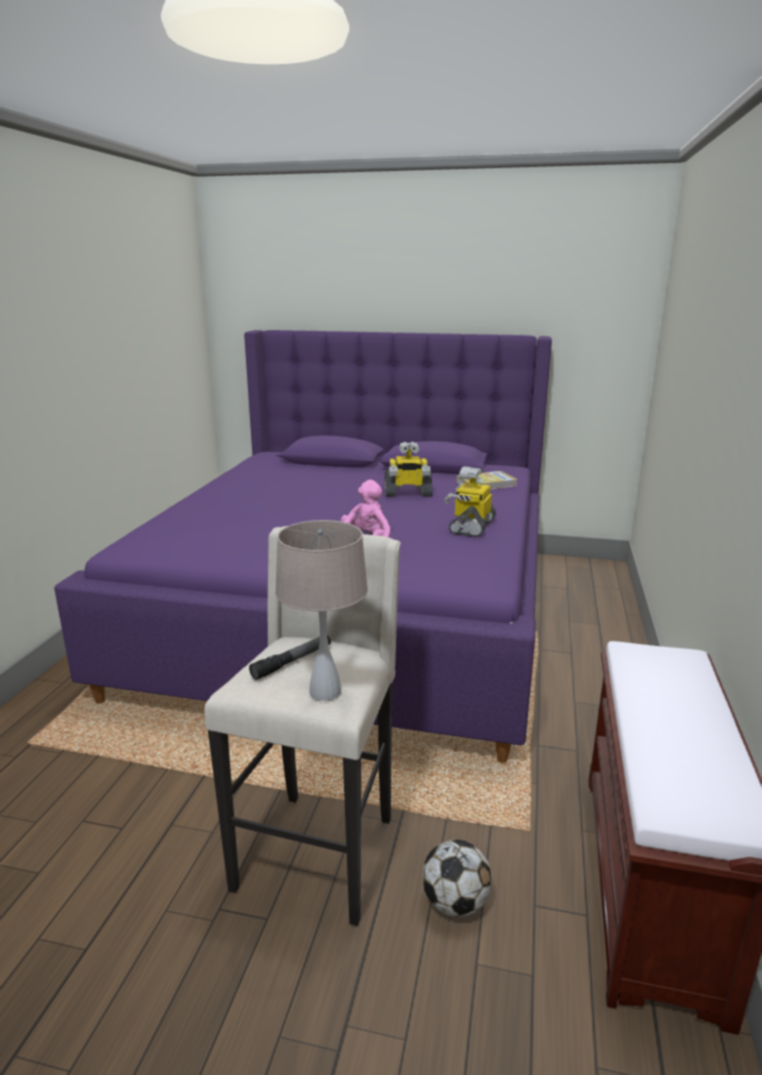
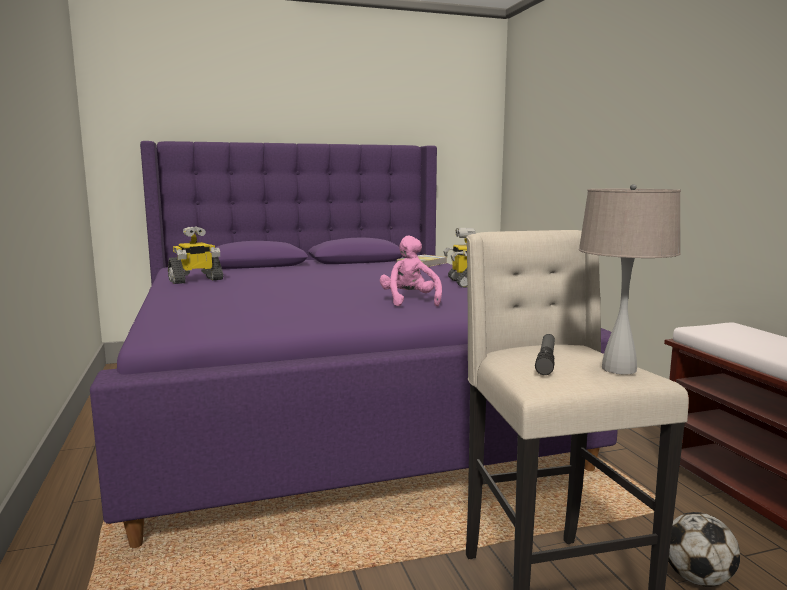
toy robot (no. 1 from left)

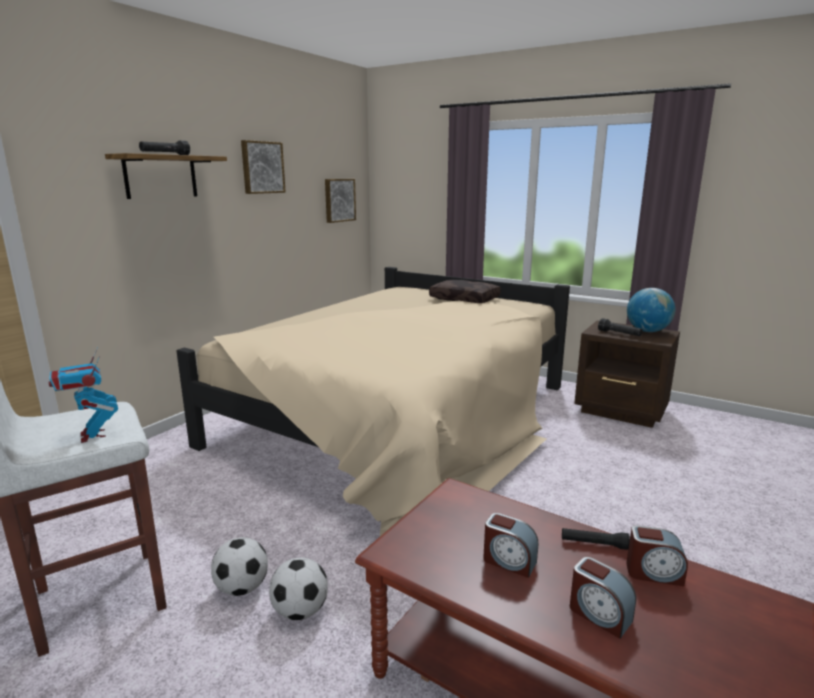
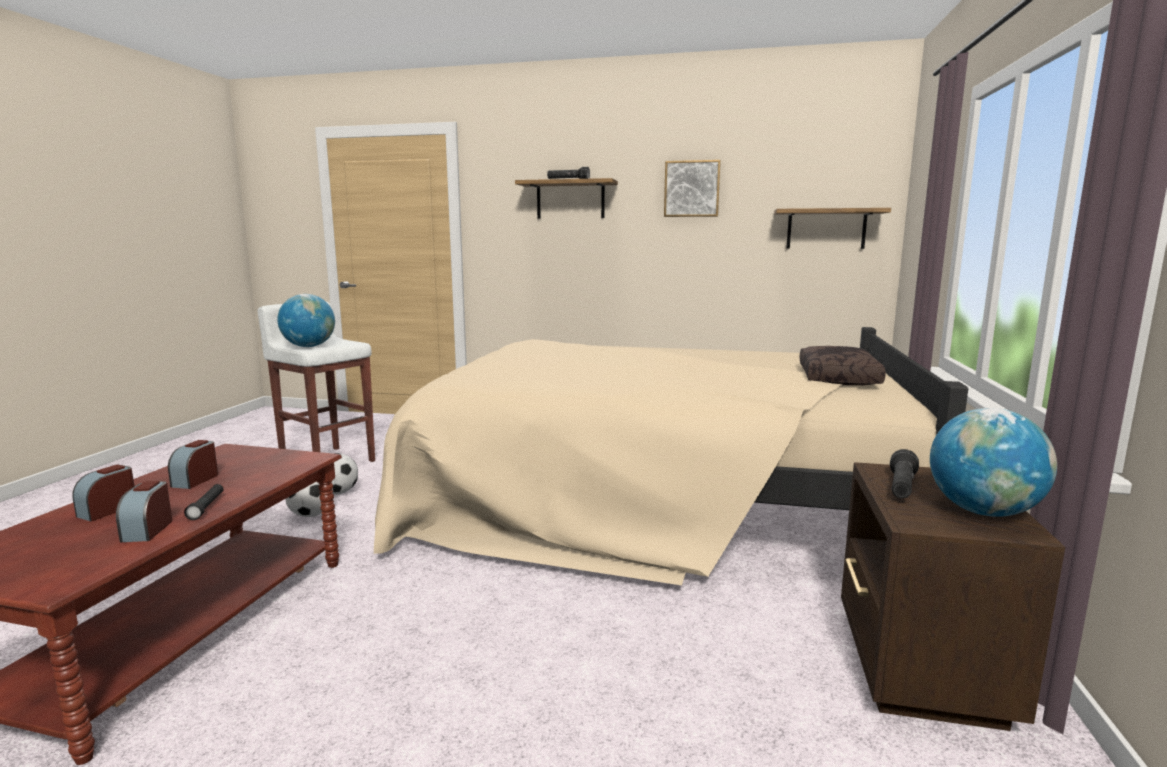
globe (no. 1 from left); shelf (no. 2 from left)

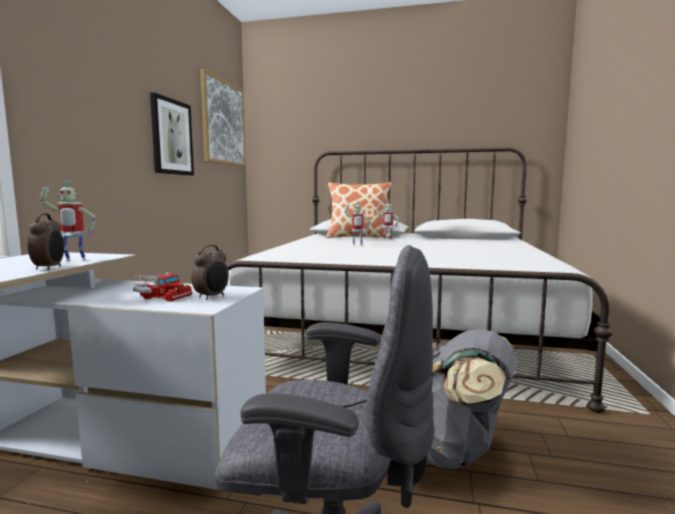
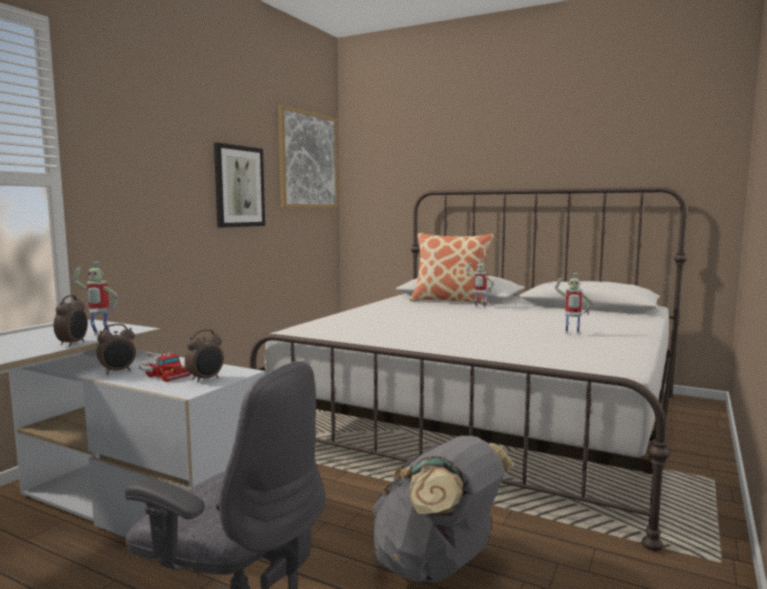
alarm clock (no. 2 from left); toy robot (no. 3 from left)

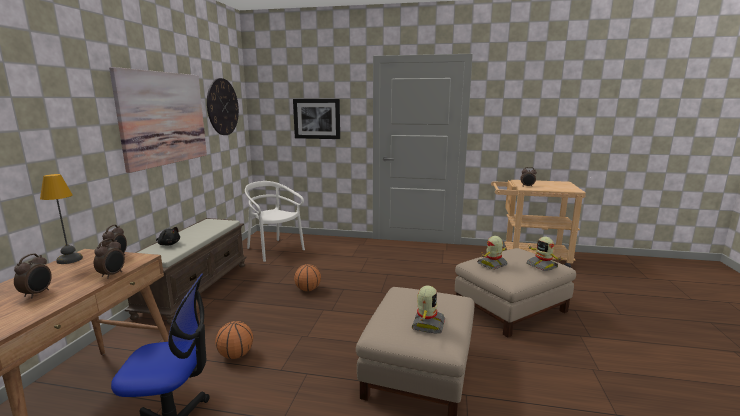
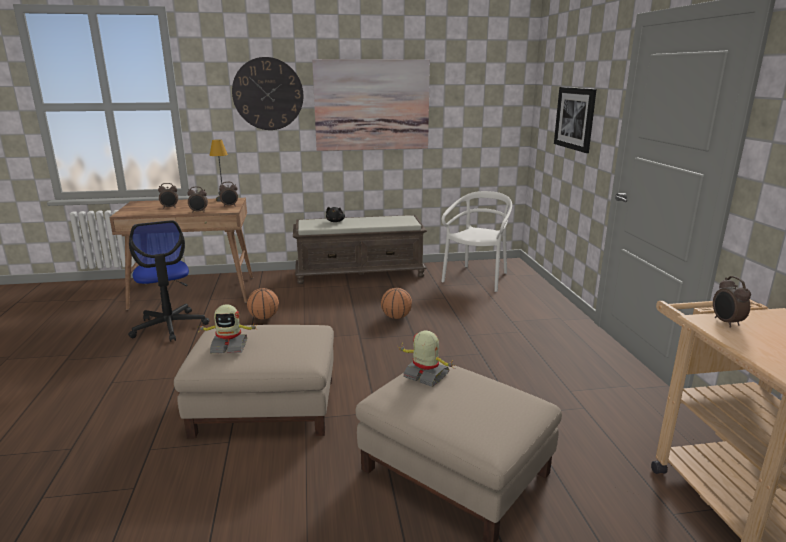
wall clock; toy robot (no. 3 from left in the first image)

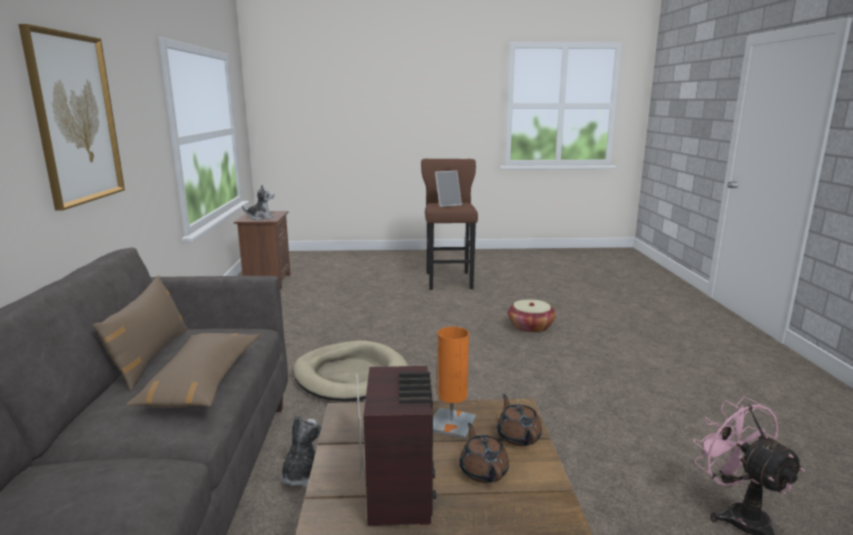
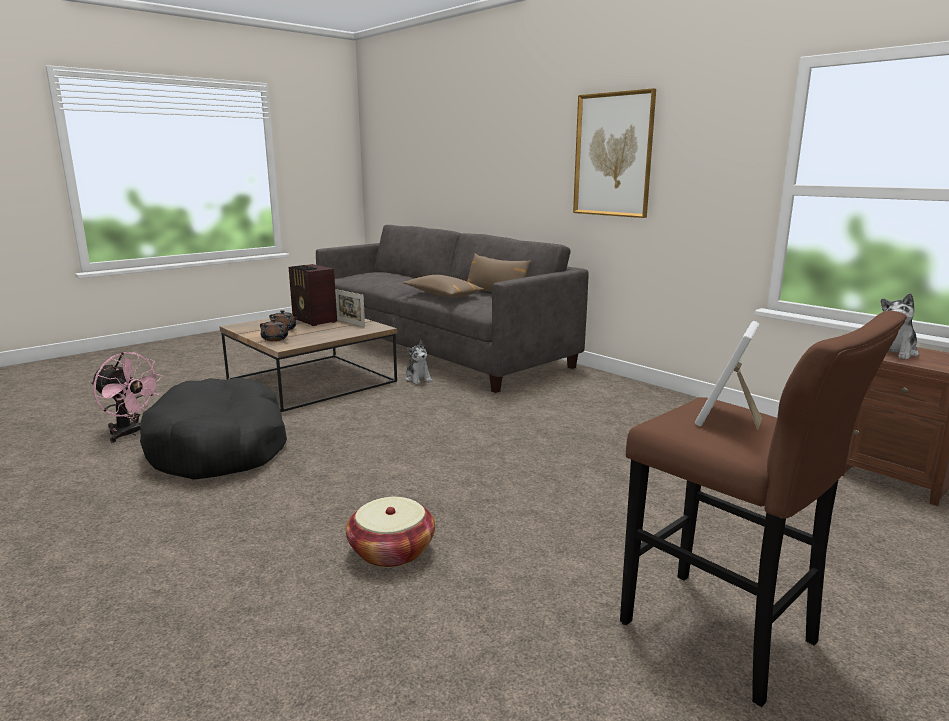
dog bed in black; dog bed in beige; table lamp in orange

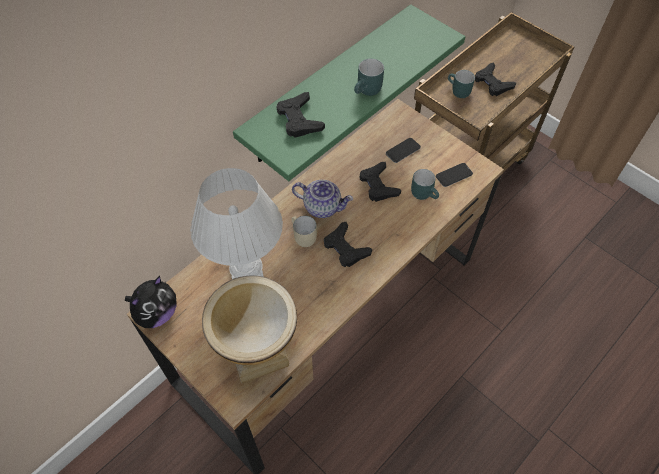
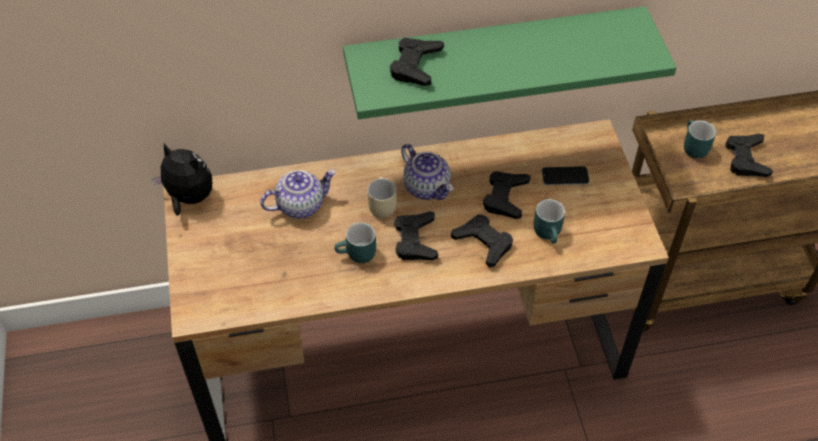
plush toy; teapot (no. 1 from left); mug in turquoise (no. 1 from left); game controller in black (no. 3 from left); vase; phone (no. 2 from left in the first image)

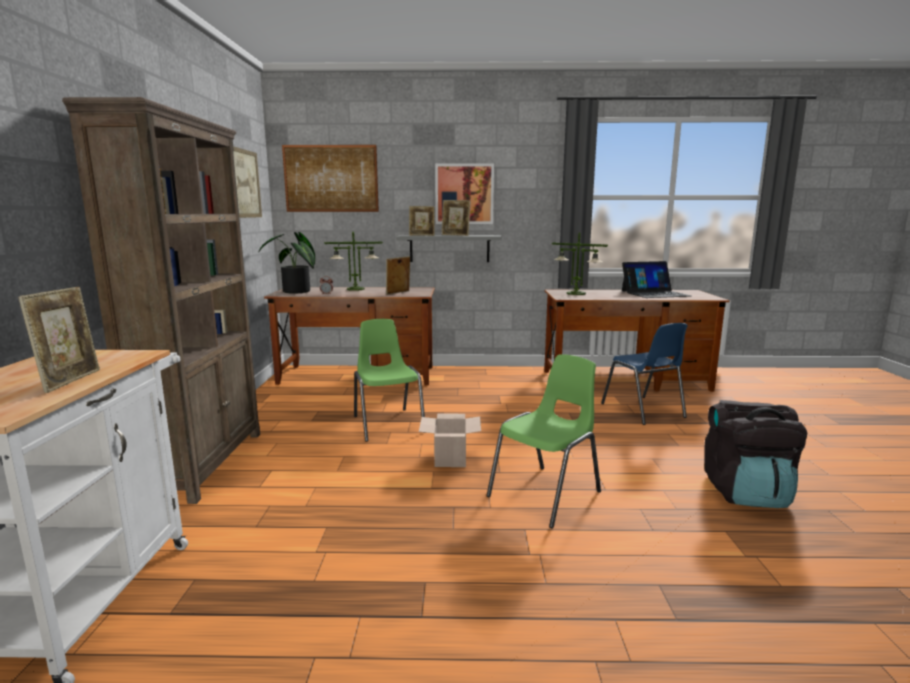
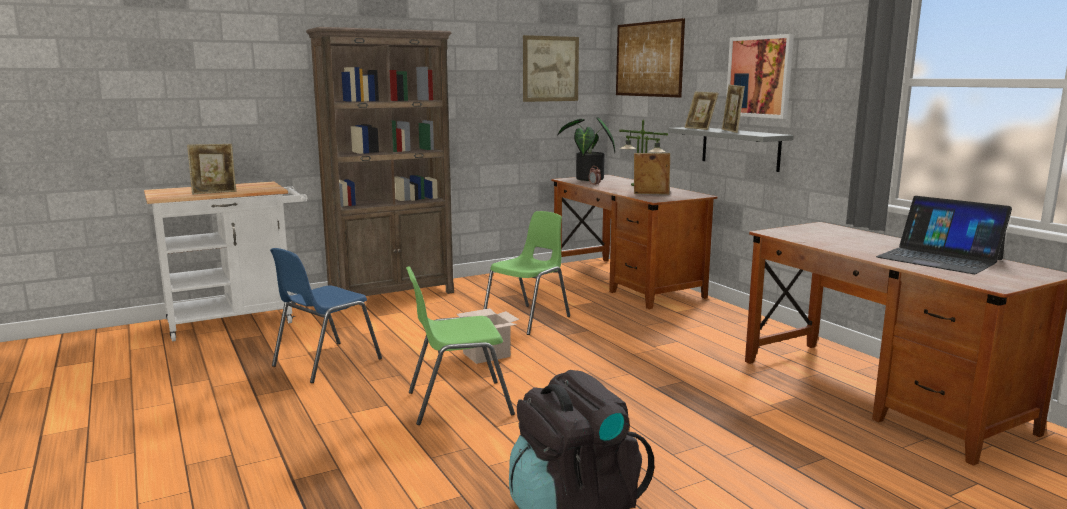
chair in blue; chair in green (no. 1 from left); table lamp (no. 2 from left in the first image)

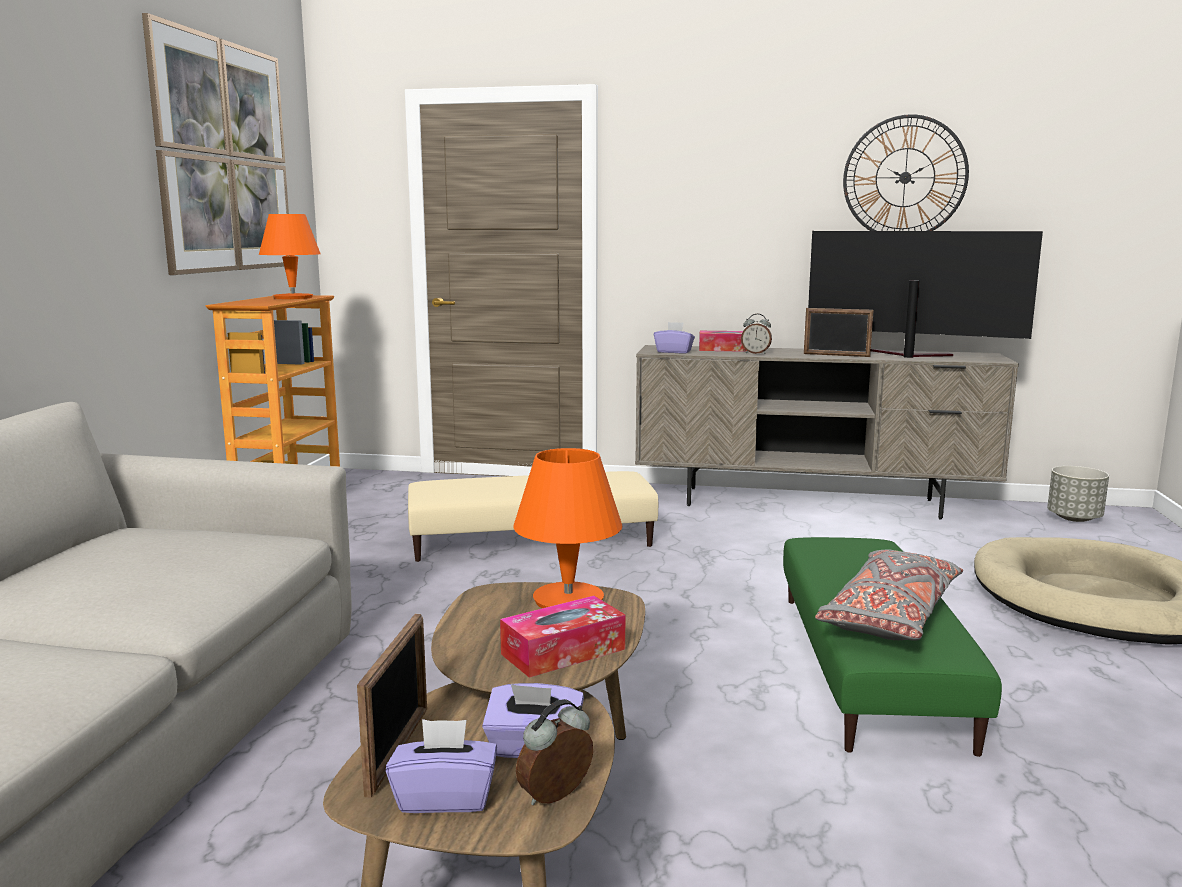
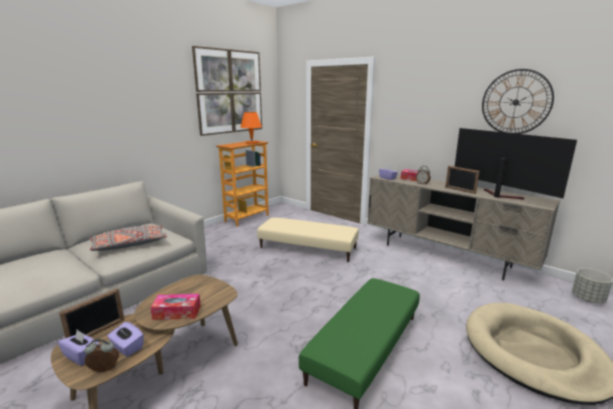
pillow in grey; table lamp in orange (no. 2 from left in the first image)

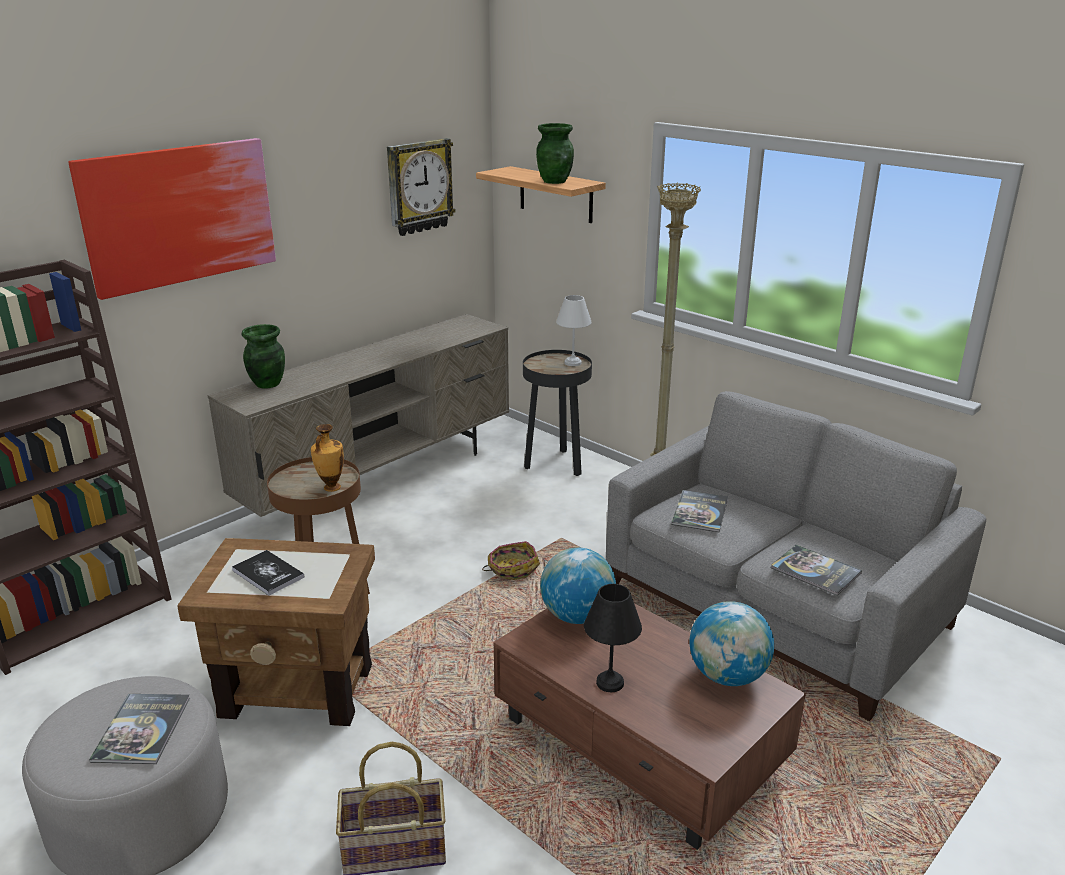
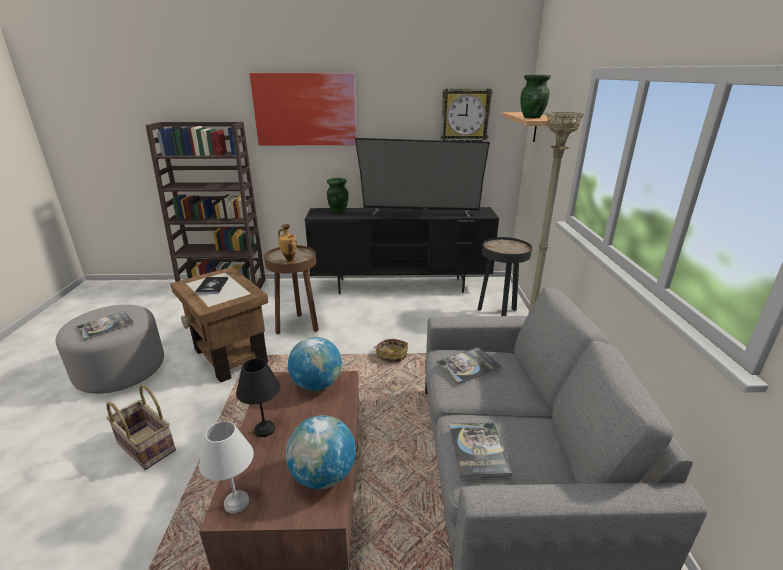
table lamp in white; tv stand in black; television

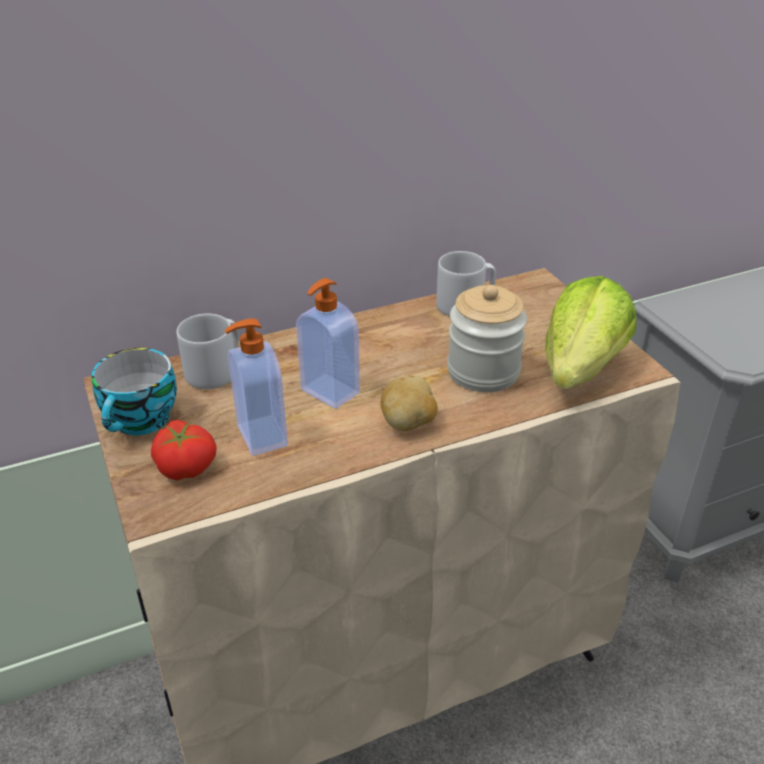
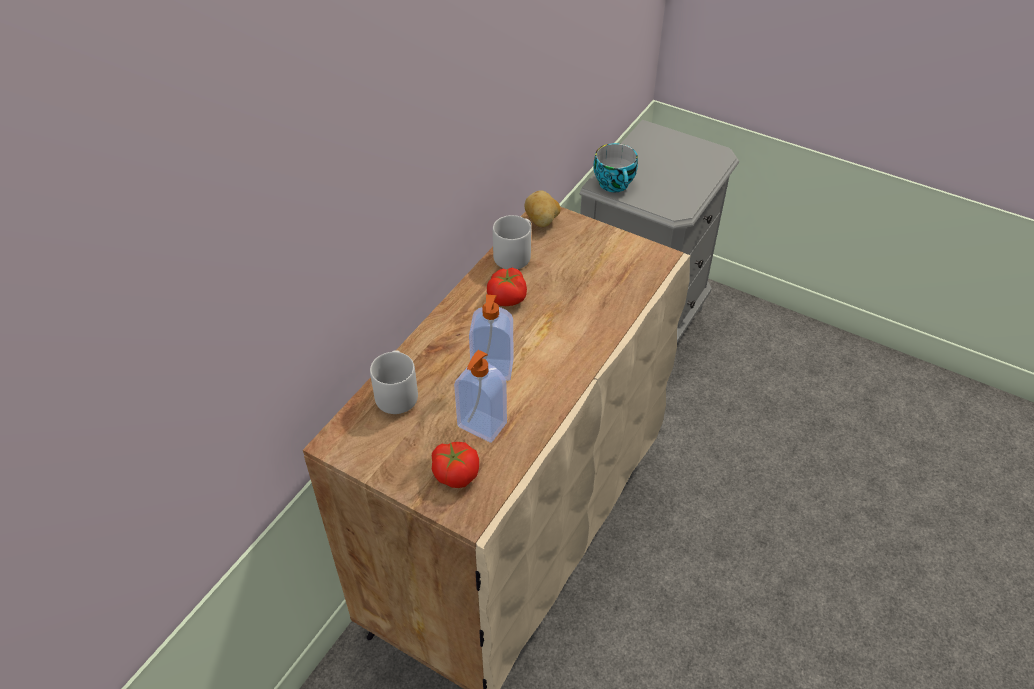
tomato (no. 2 from left); potato; cup; jar; lettuce

